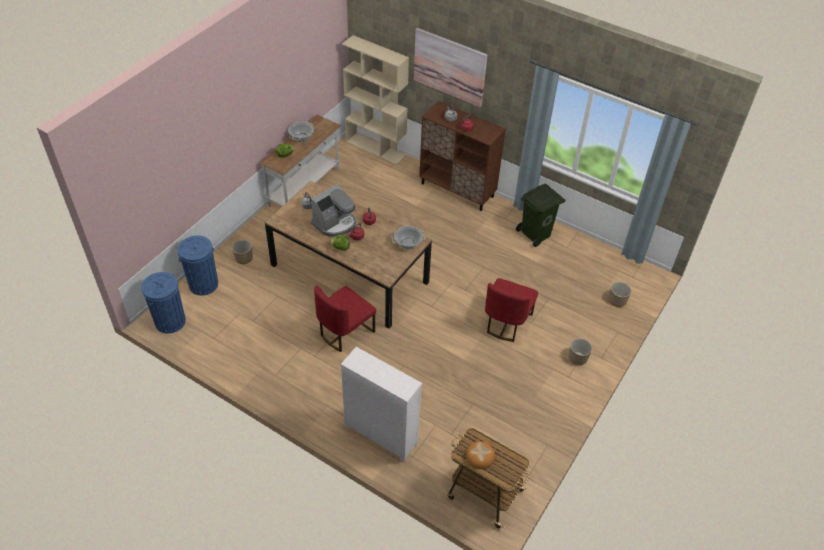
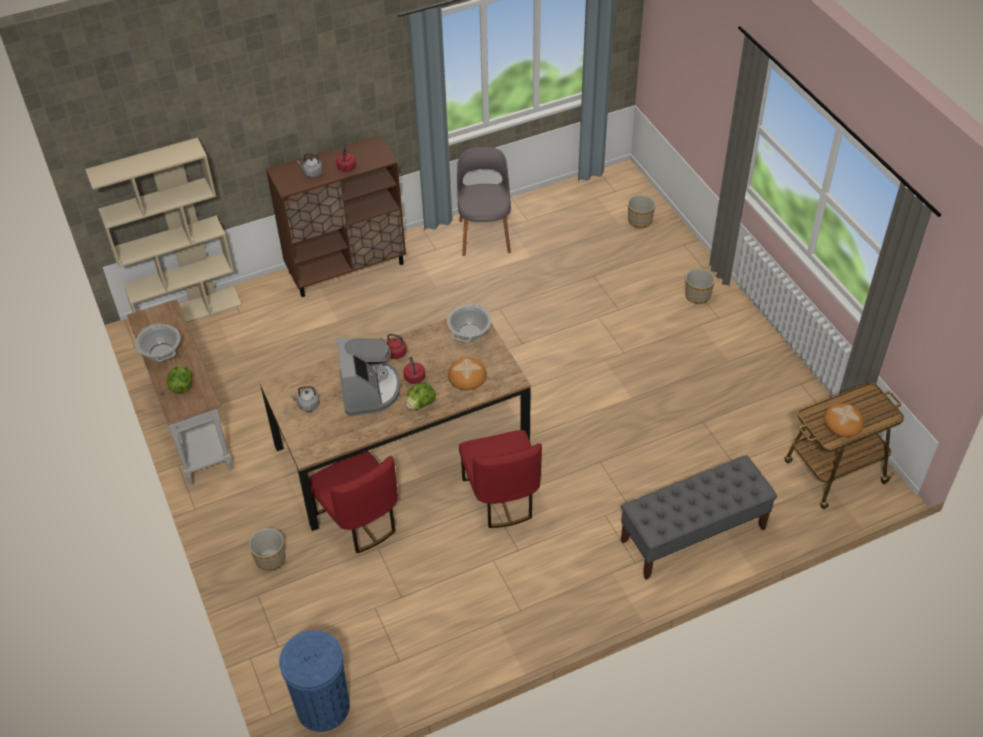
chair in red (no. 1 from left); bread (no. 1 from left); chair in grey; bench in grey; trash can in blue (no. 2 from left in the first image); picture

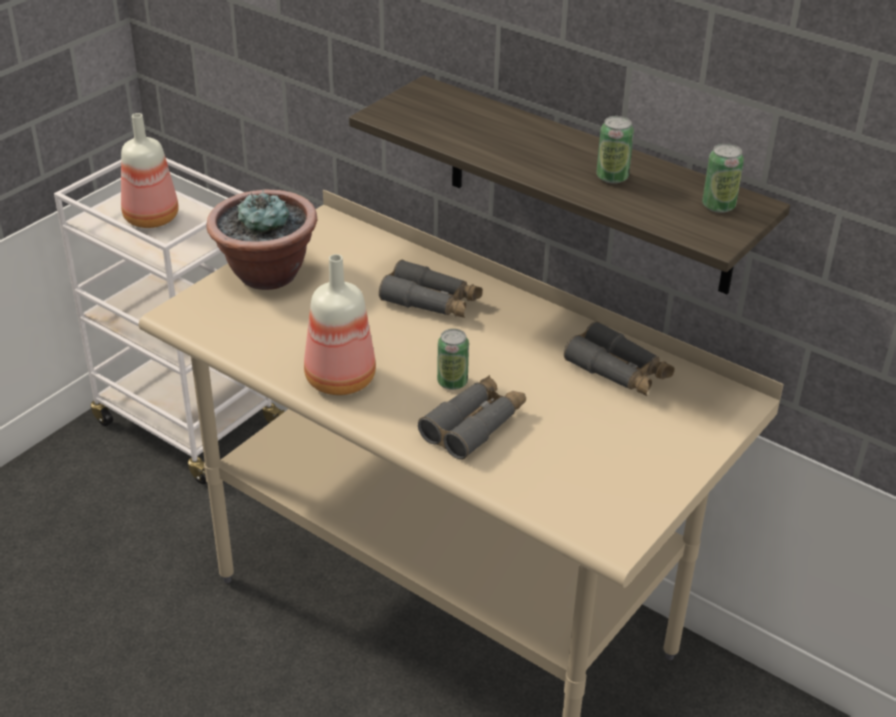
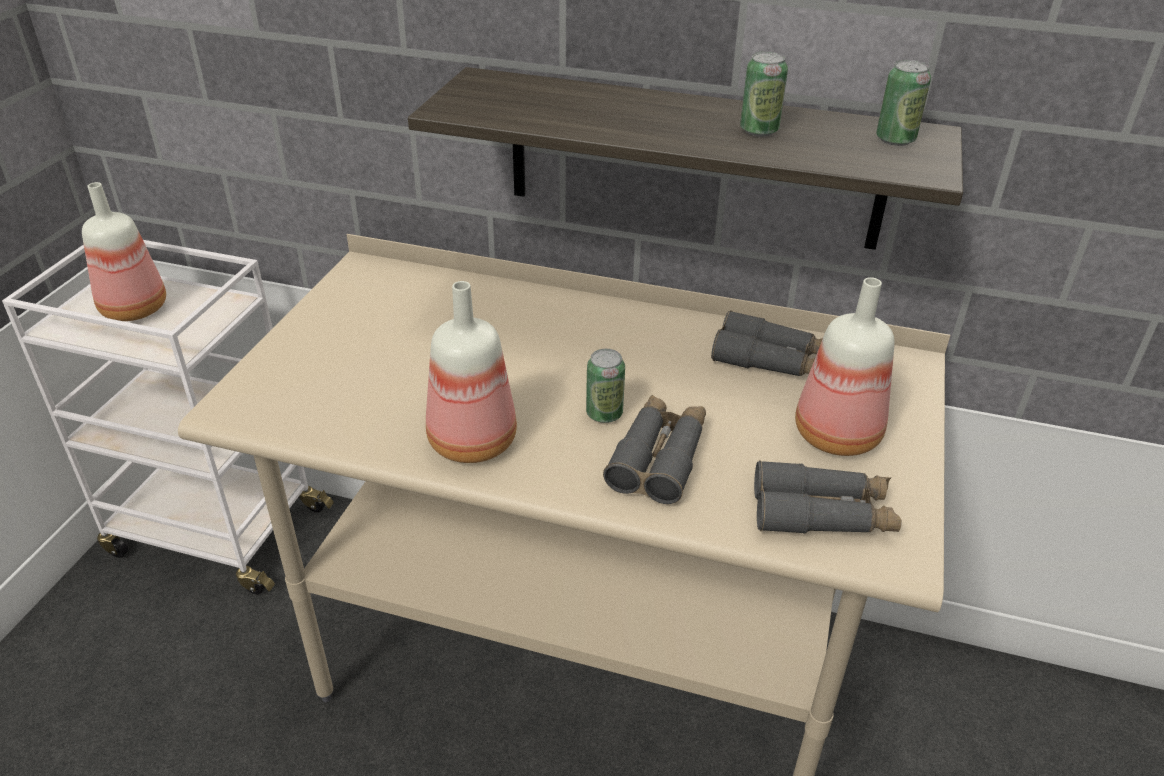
binoculars in grey (no. 3 from left); bottle (no. 3 from left); potted plant

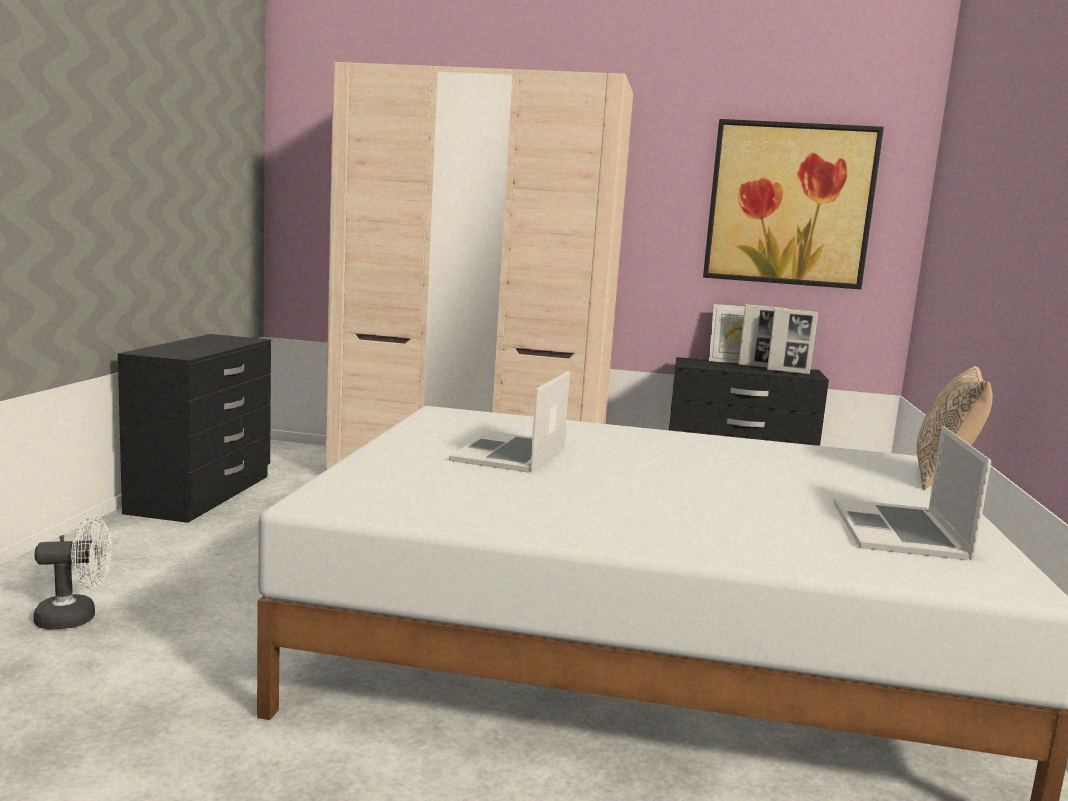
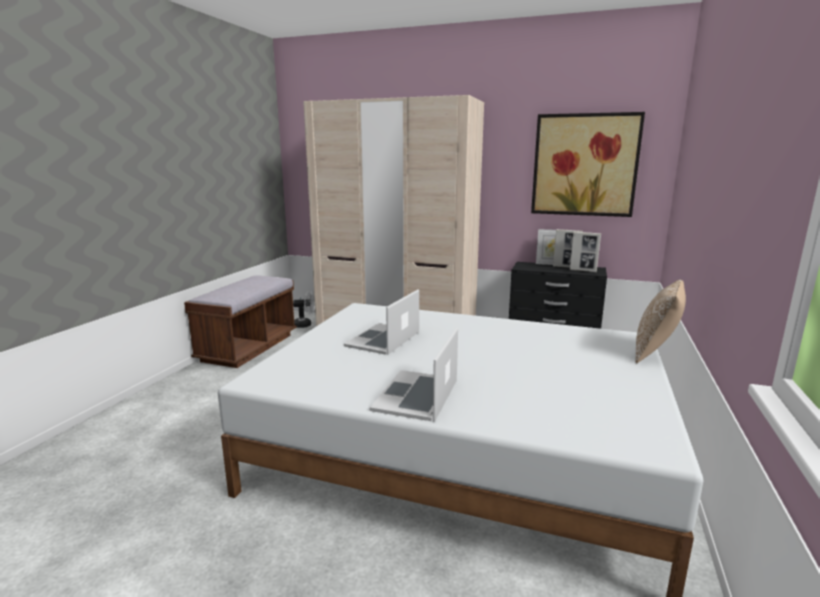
bench in brown; fan in white; laptop (no. 2 from left)

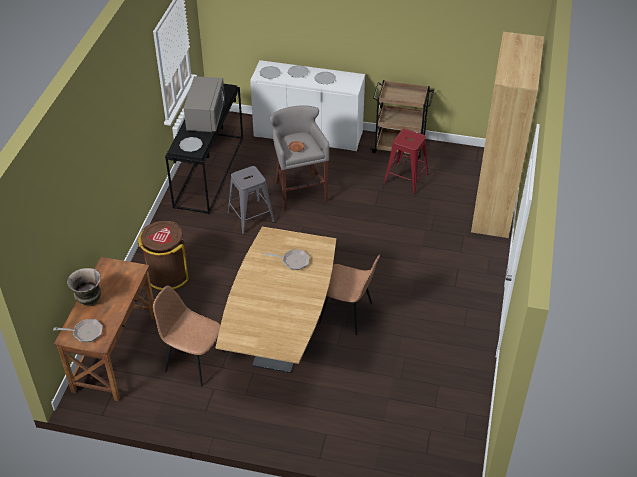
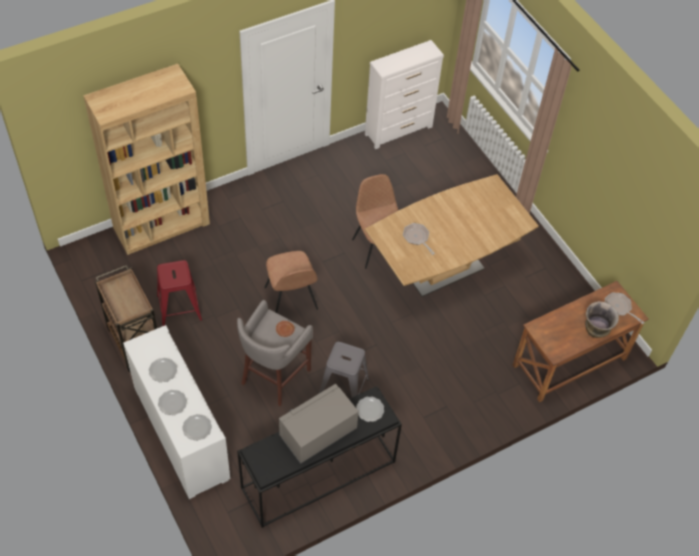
chair in brown (no. 1 from left); dresser in white; trash can in brown

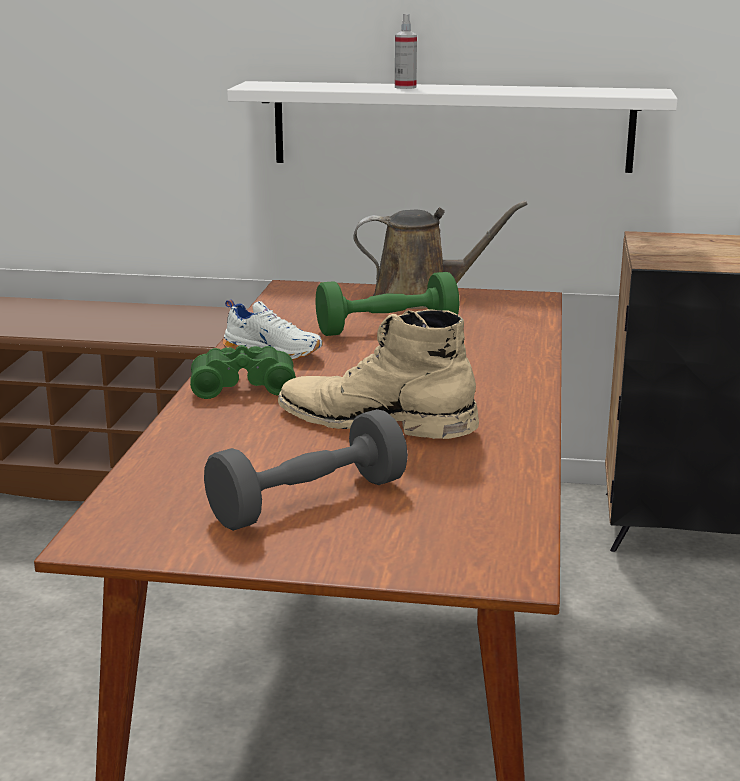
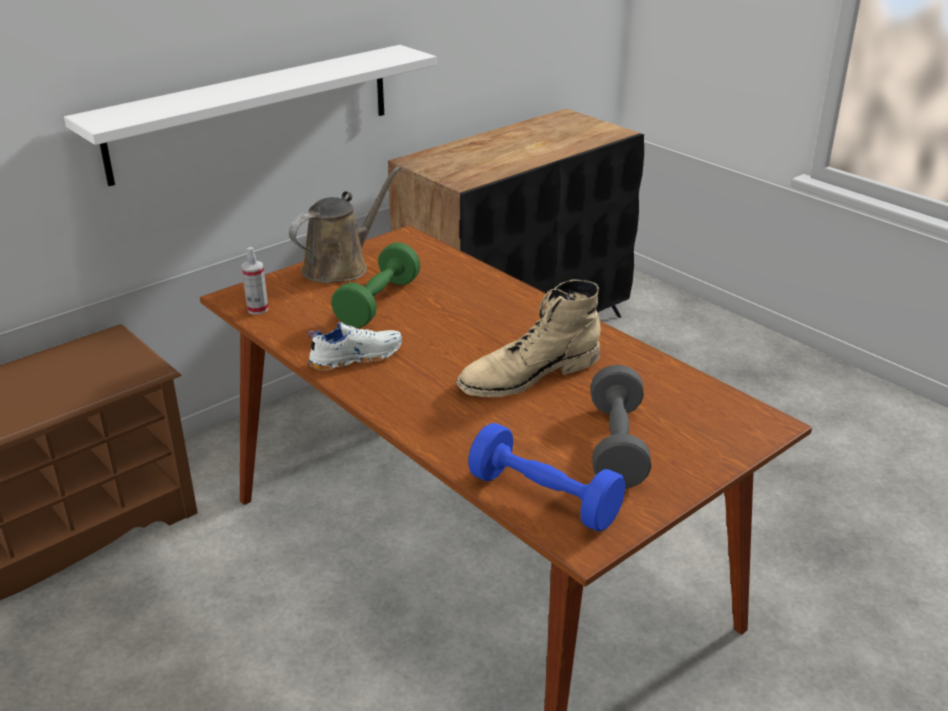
spray bottle; dumbbell in blue; binoculars in green

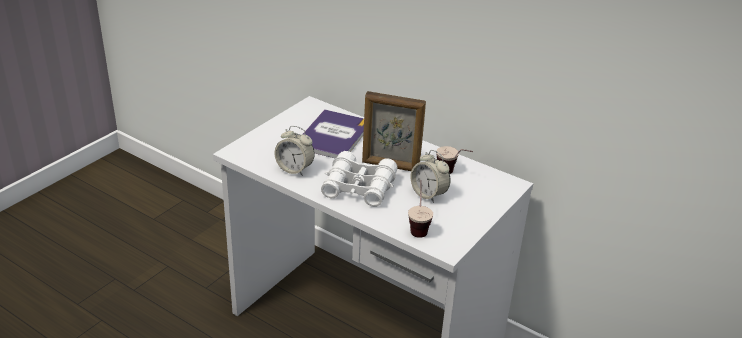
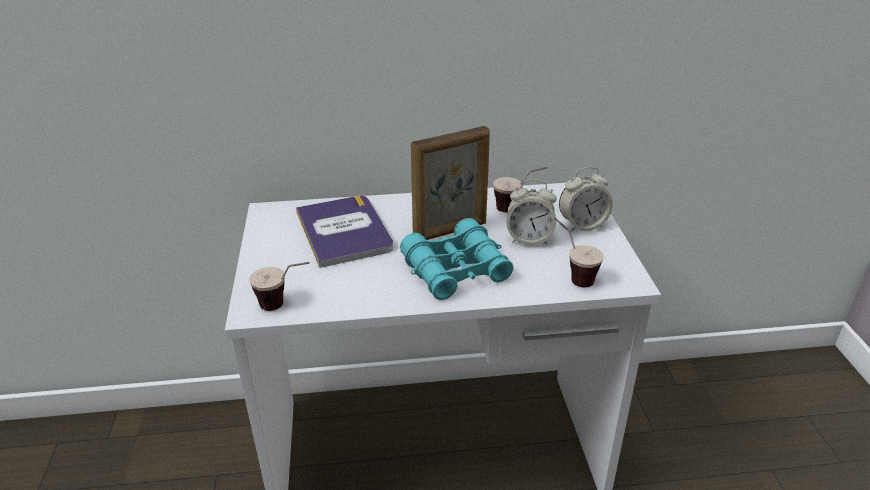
cup (no. 1 from left); binoculars in turquoise; alarm clock (no. 2 from left)

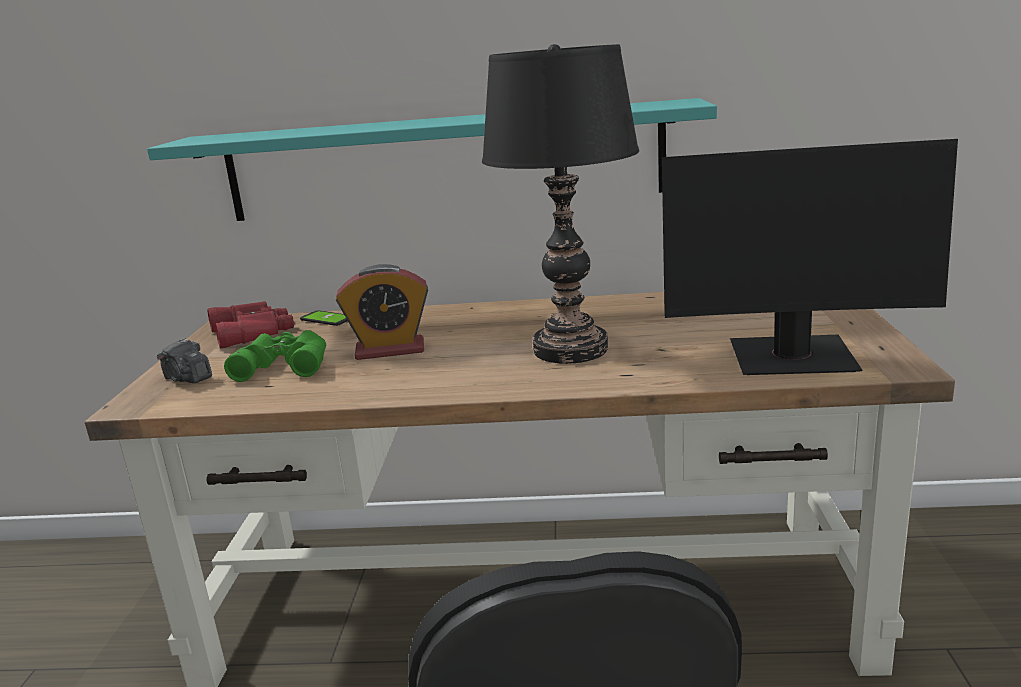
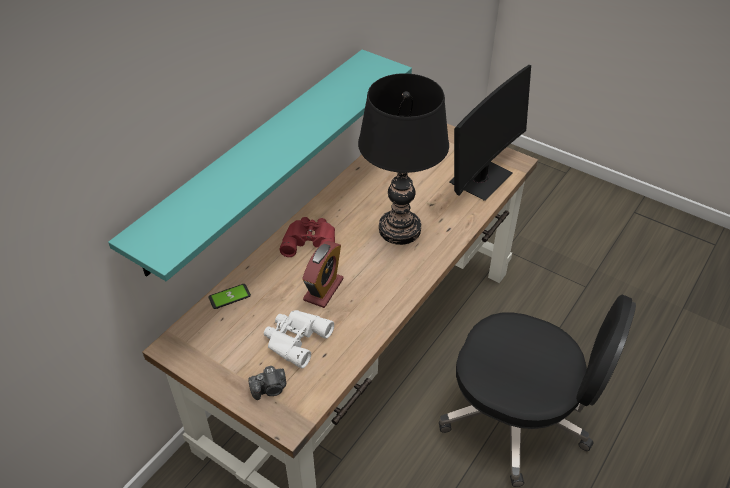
binoculars in white; binoculars in red

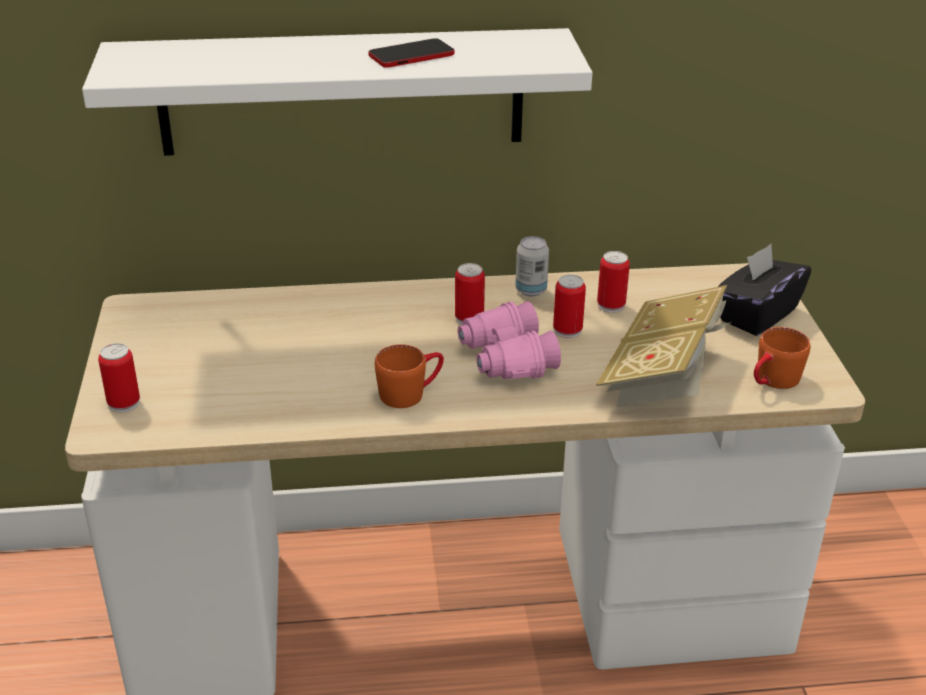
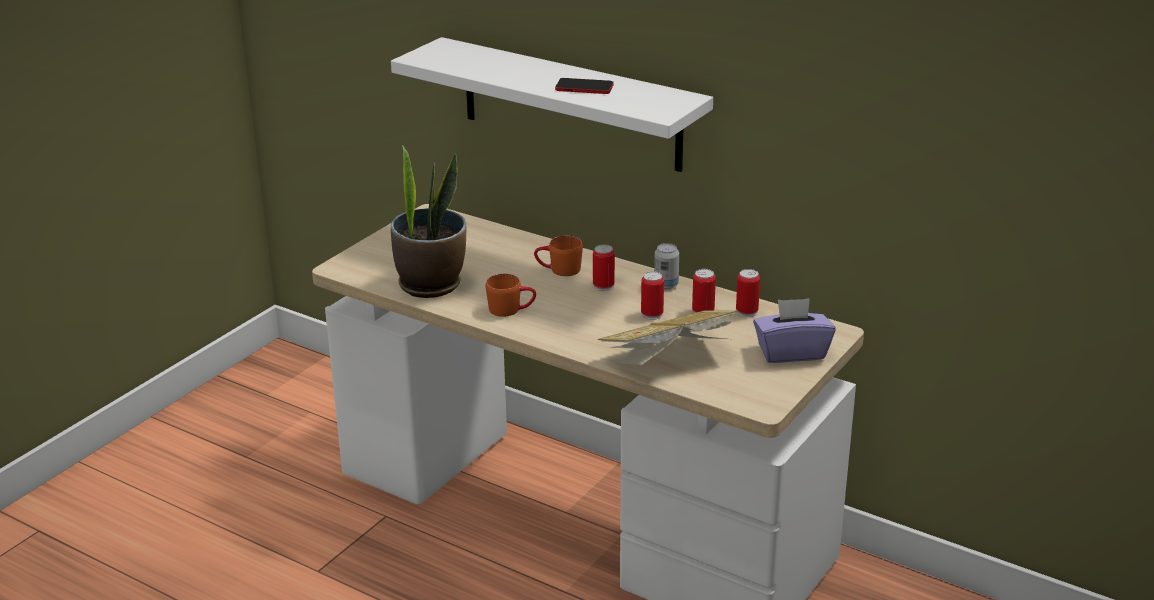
potted plant; mug in orange (no. 2 from left); can (no. 5 from left); tissue box in purple; binoculars in pink

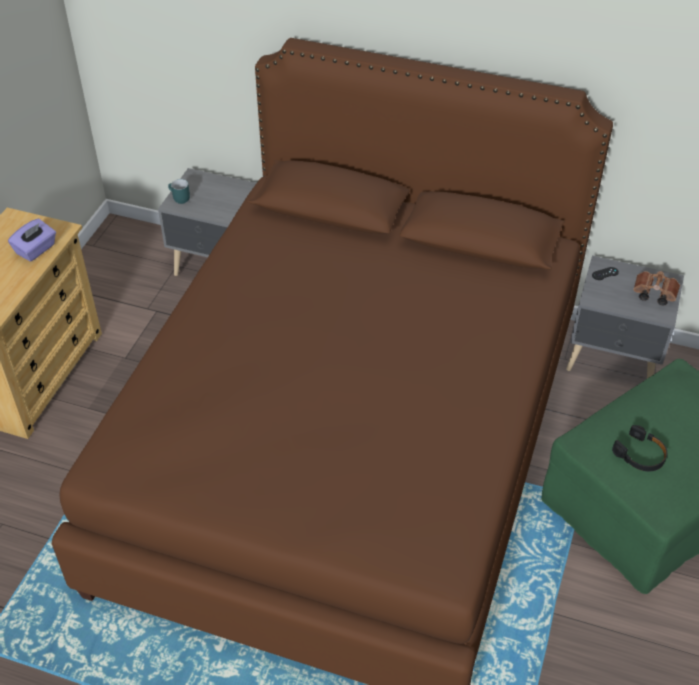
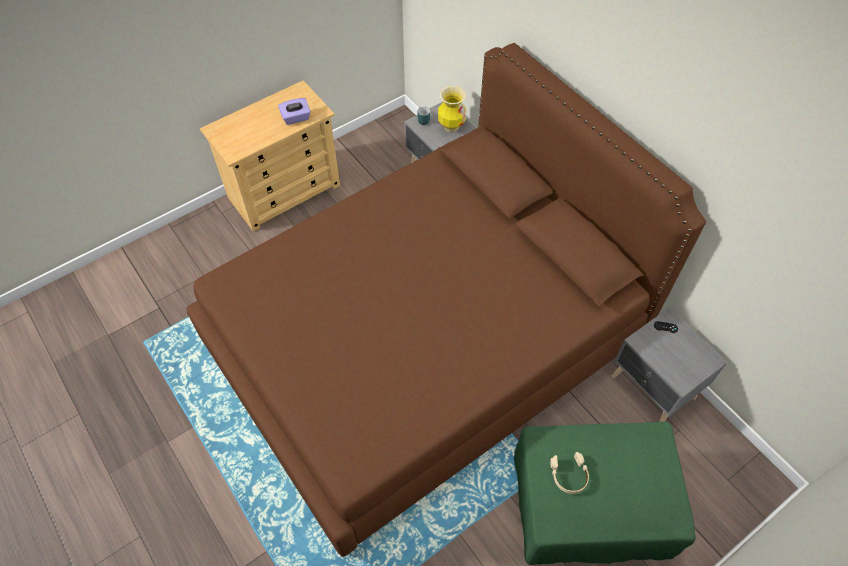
vase; headphones in beige; binoculars in brown

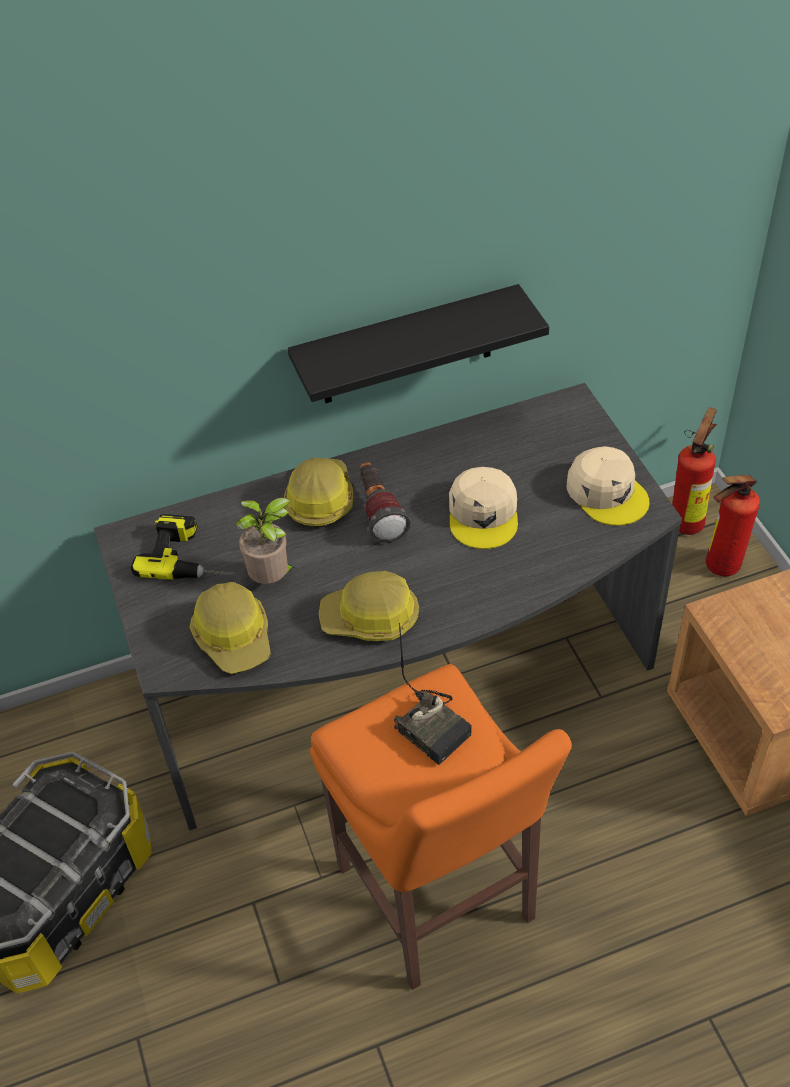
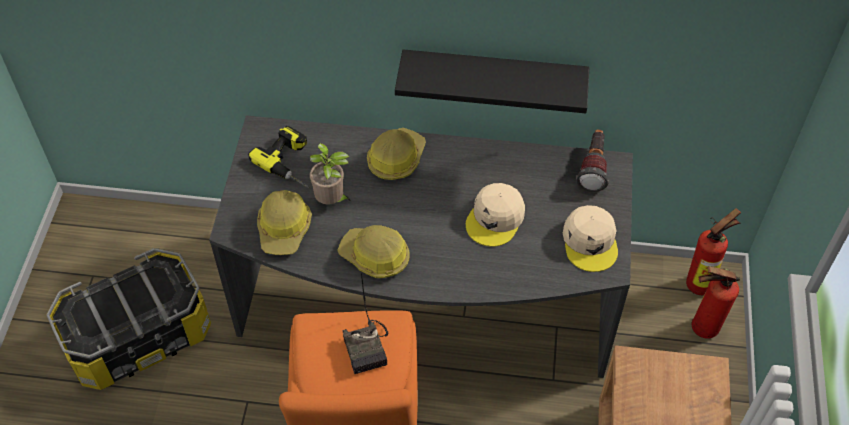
flashlight

